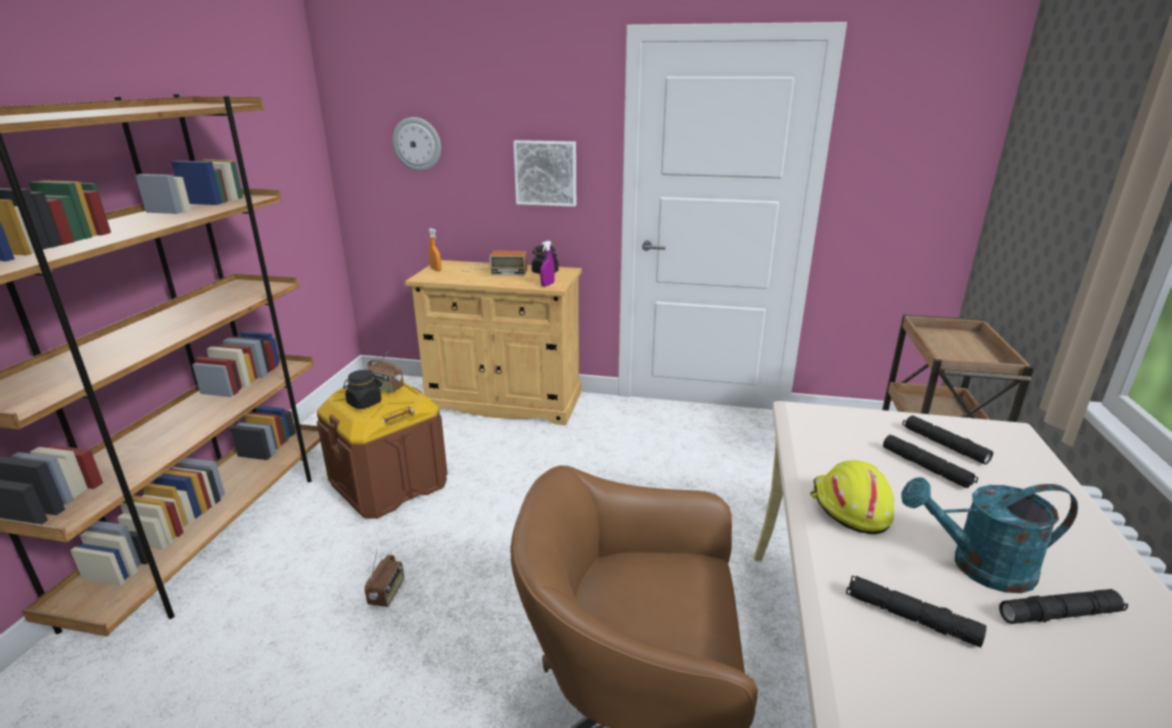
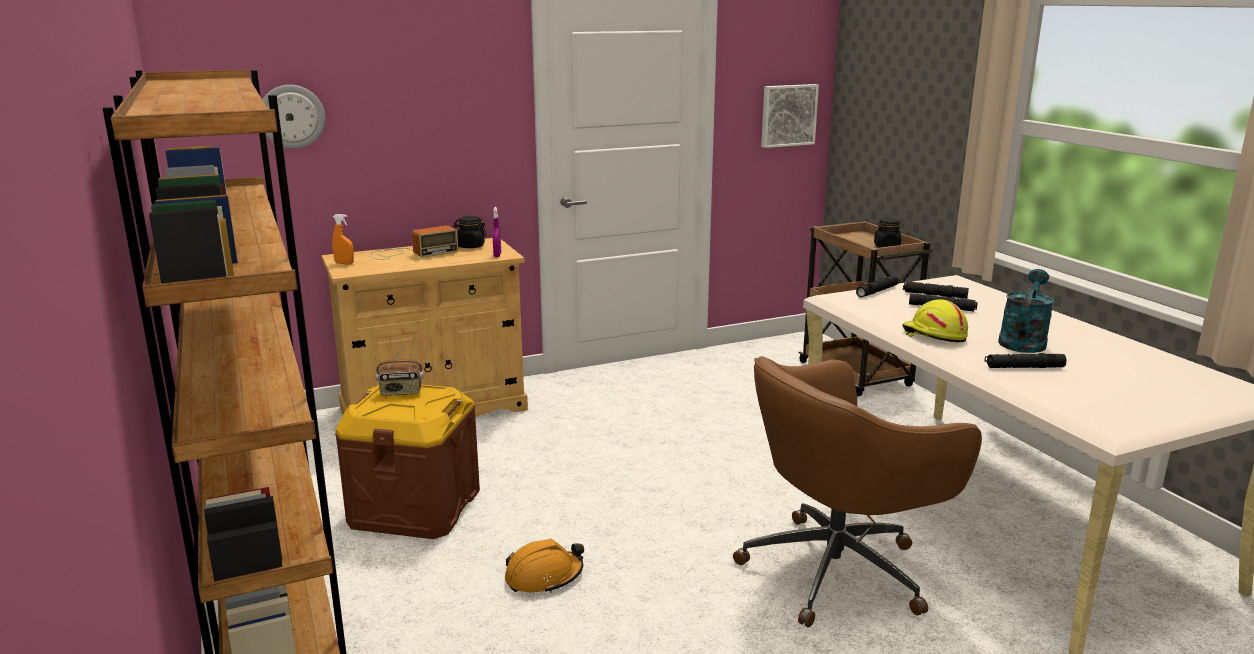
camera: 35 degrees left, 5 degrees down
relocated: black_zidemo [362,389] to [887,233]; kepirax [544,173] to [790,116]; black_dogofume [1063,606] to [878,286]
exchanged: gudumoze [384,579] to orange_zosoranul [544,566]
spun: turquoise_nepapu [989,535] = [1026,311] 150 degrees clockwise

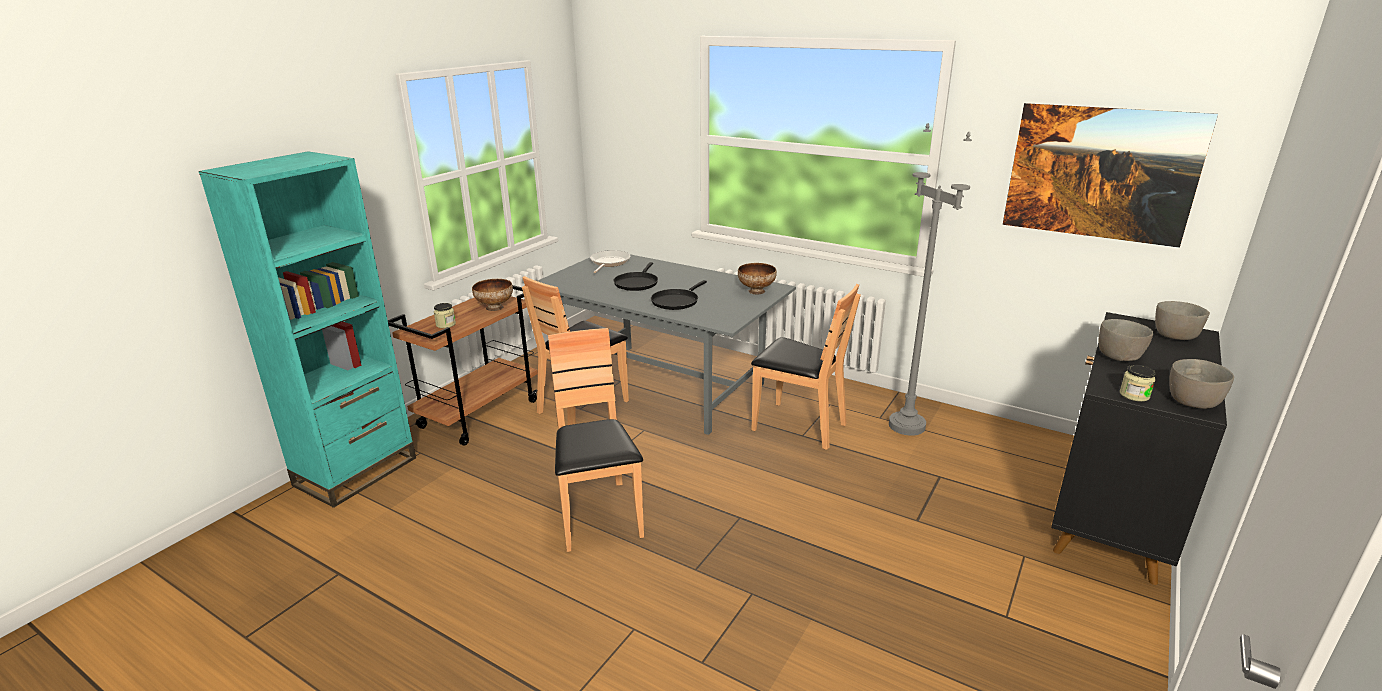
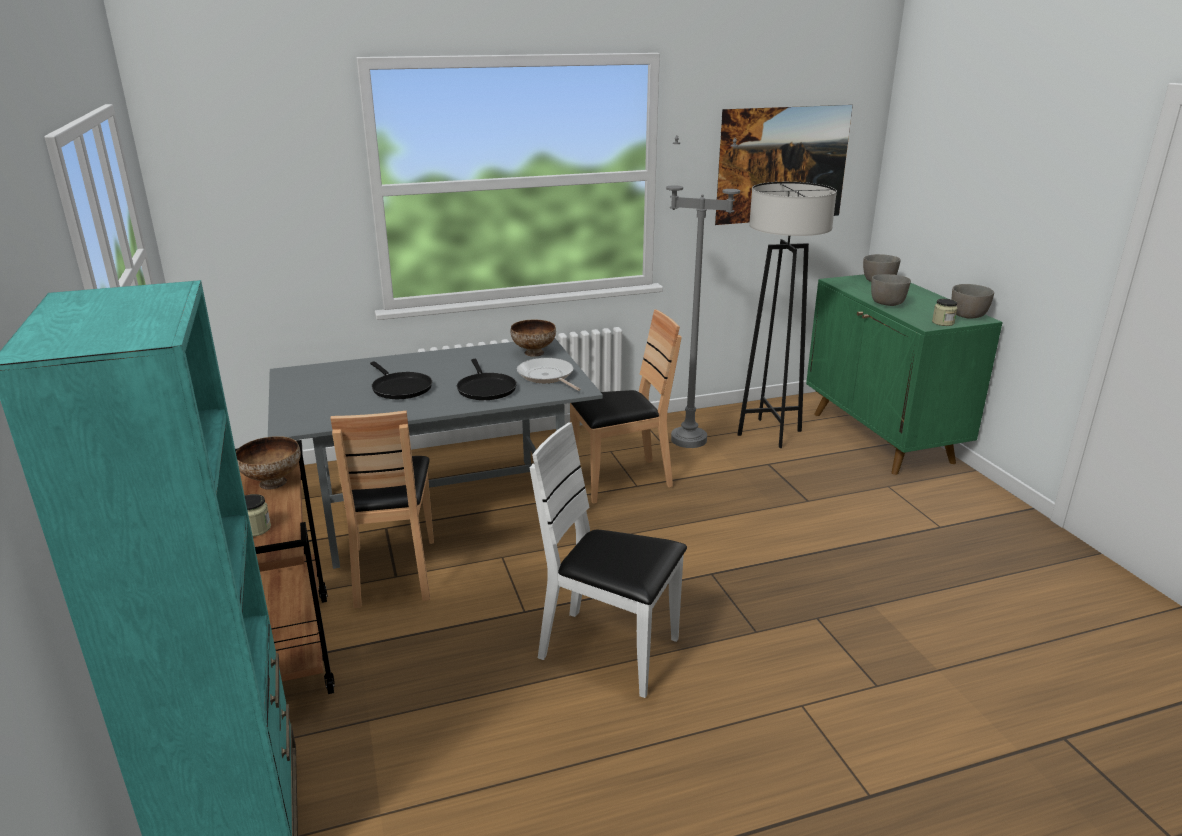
camera: 50 degrees left, 0 degrees up
appeared: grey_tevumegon [787,315]
relocated: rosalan [610,261] to [549,374]
colour: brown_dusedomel [596,440] to white_dusedomel [608,560]; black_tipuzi [1139,448] to green_tipuzi [904,374]

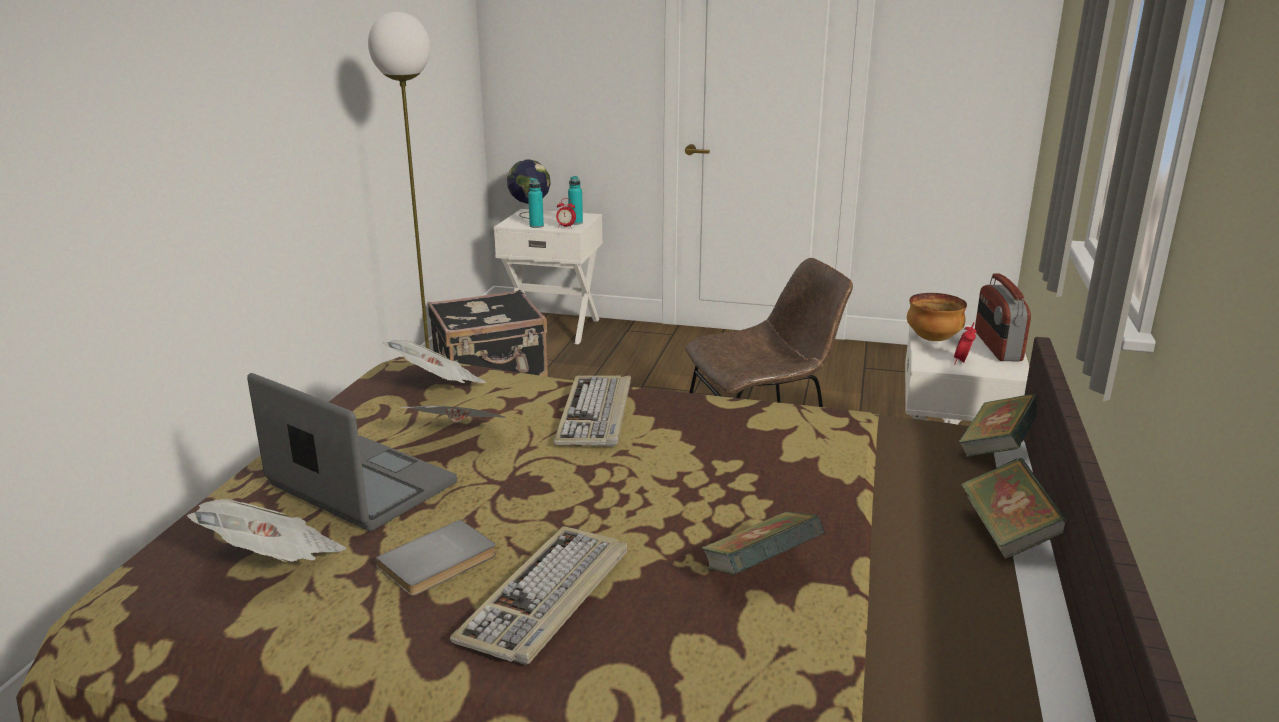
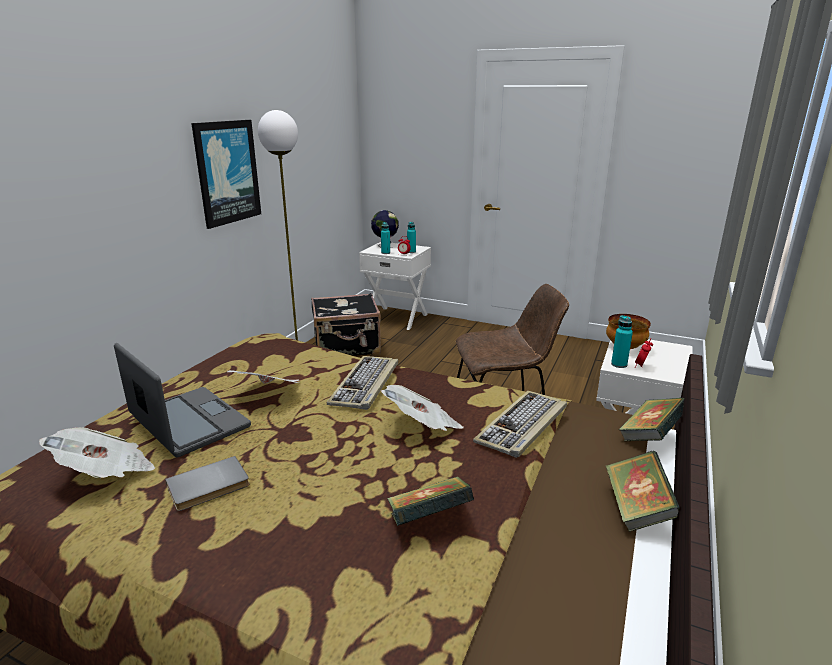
camera: 10 degrees right, 0 degrees up
missing: gudumoze [1003,317]
appeared: kepirax [226,174]; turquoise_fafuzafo [622,341]
relocated: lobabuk [435,361] to [422,408]; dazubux [539,595] to [520,424]

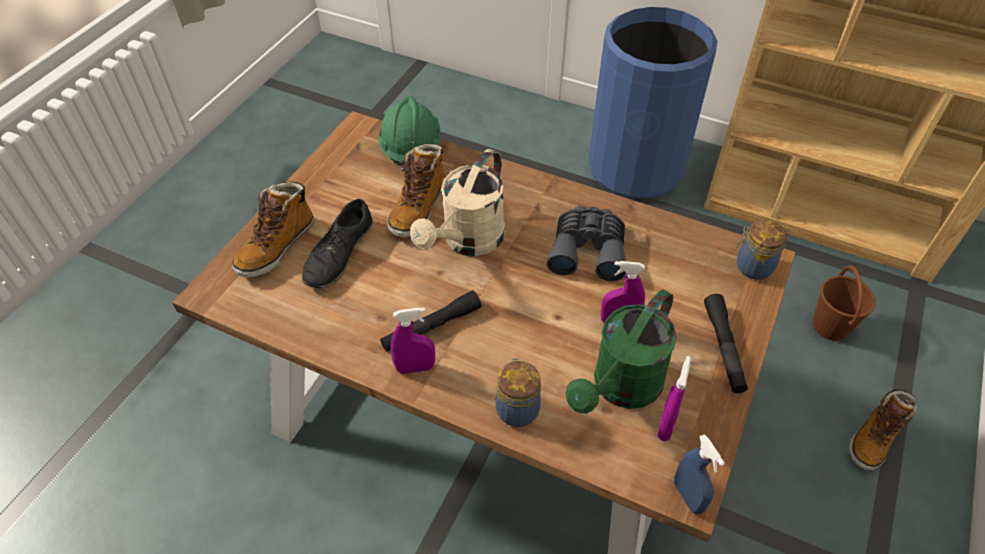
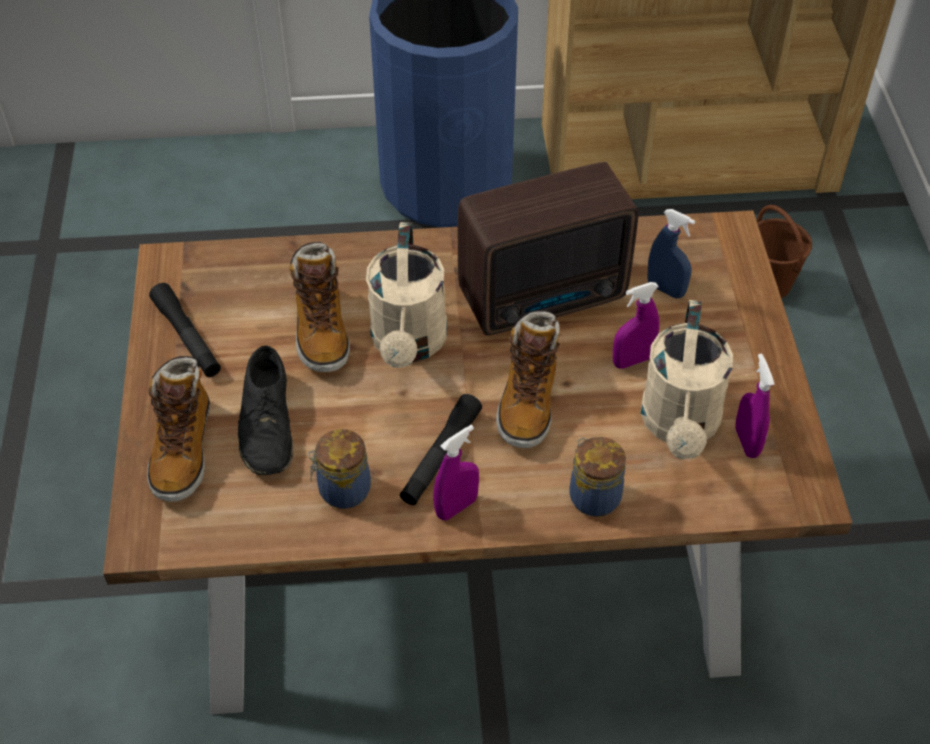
camera: 30 degrees left, 0 degrees up
missing: green_zosoranul [410,133]
relocated: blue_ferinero [699,474] to [671,254]; black_dogofume [726,343] to [185,330]; zidemo [761,250] to [339,469]; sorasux [883,430] to [528,379]
exchanged: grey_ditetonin [586,243] to gudumoze [548,248]
colour: green_nepapu [621,352] to beige_nepapu [687,379]

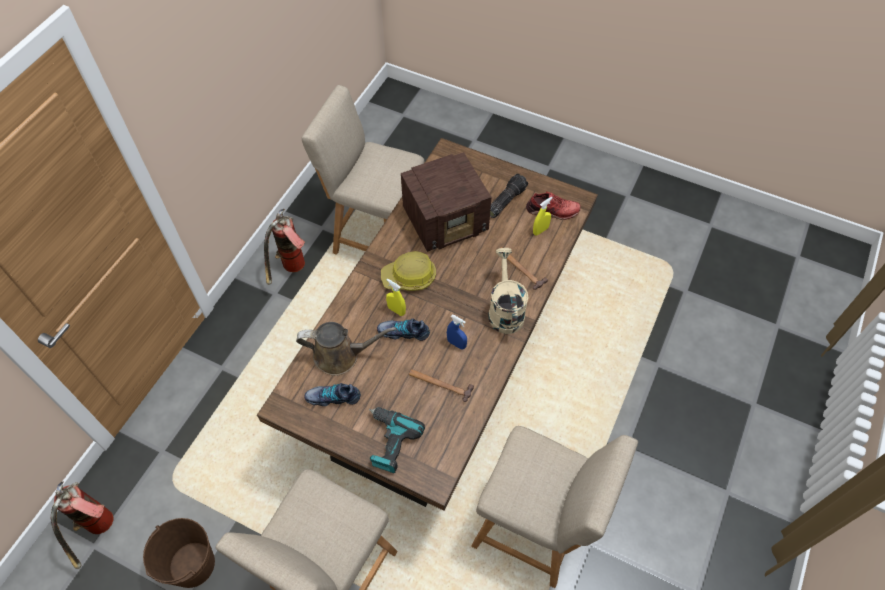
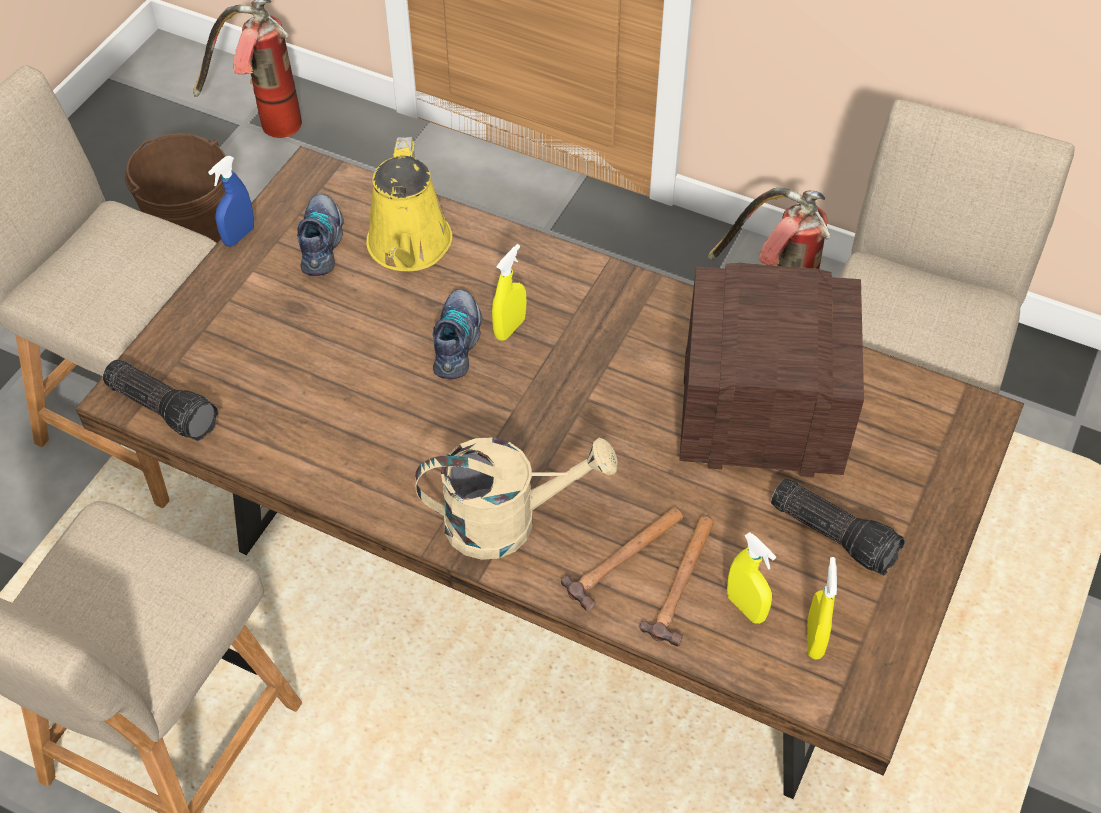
camera: 90 degrees right, 5 degrees down
missing: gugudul [397,440]; zosoranul [408,271]
appeared: dogofume [160,400]
relocated: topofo [441,385] to [676,581]; blue_ferinero [457,332] to [231,201]
exchanged: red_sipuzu [553,206] to yellow_ferinero [822,608]
colour: brown_nepapu [346,349] to yellow_nepapu [409,204]
spun: gudumoze [446,202] = [771,370] 120 degrees clockwise

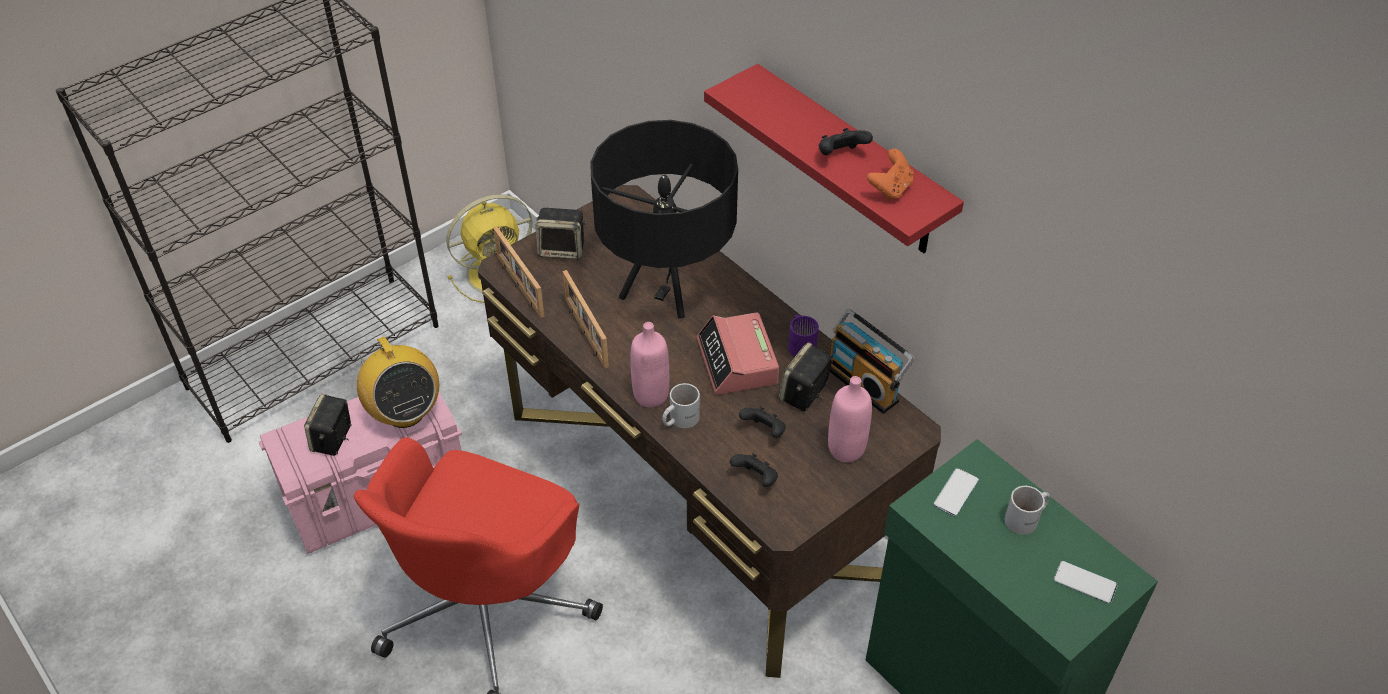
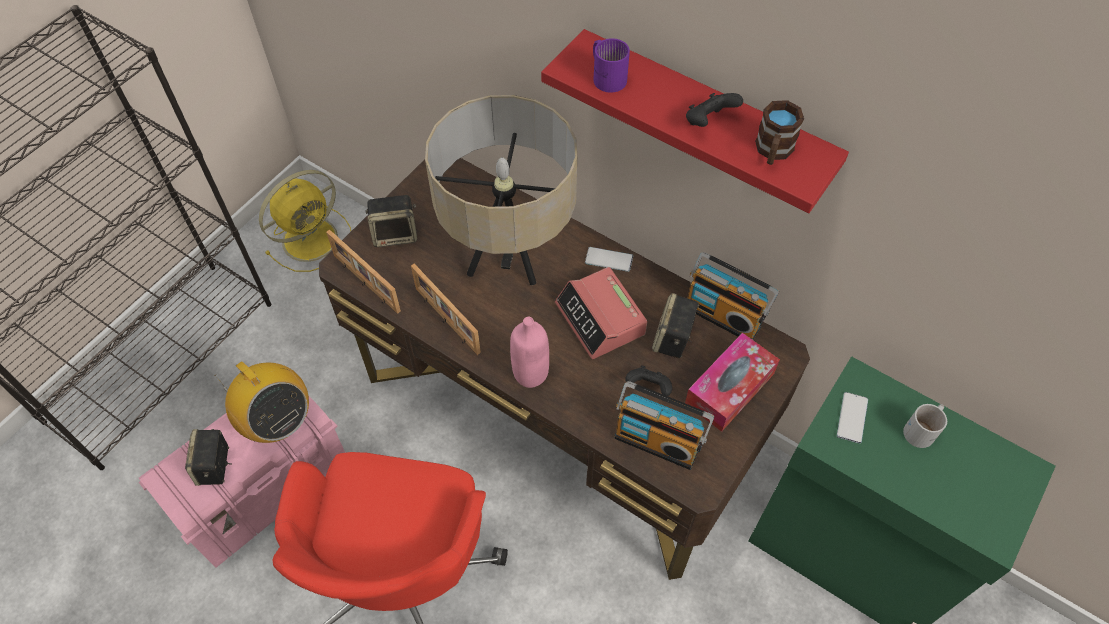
camera: 15 degrees left, 10 degrees up
missing: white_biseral [681,405]
relocated: purple_biseral [803,336] to [611,65]; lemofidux [1086,582] to [609,259]
exchanged: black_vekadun [754,470] to gudumoze [664,425]; pink_fafuzafo [850,419] to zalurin [732,382]; orange_vekadun [890,175] to brown_biseral [779,132]
colour: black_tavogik [664,219] to beige_tavogik [501,190]

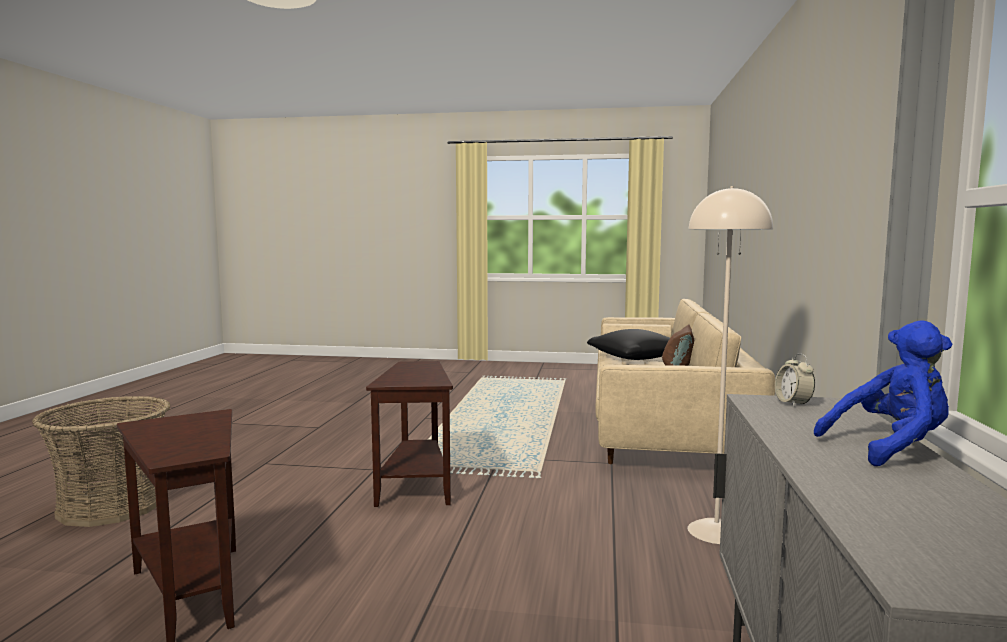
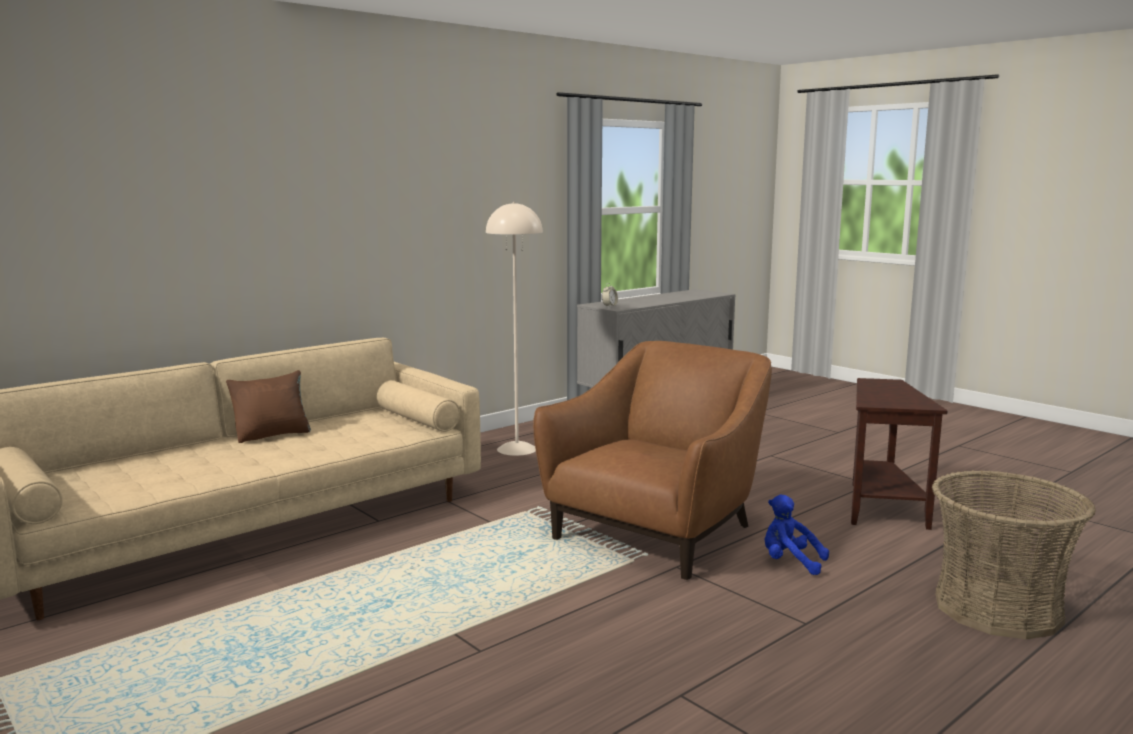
camera: 140 degrees left, 5 degrees up
missing: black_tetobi [628,344]
relocated: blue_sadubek [883,393] to [796,535]
exchanged: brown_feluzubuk [409,434] to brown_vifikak [652,460]

